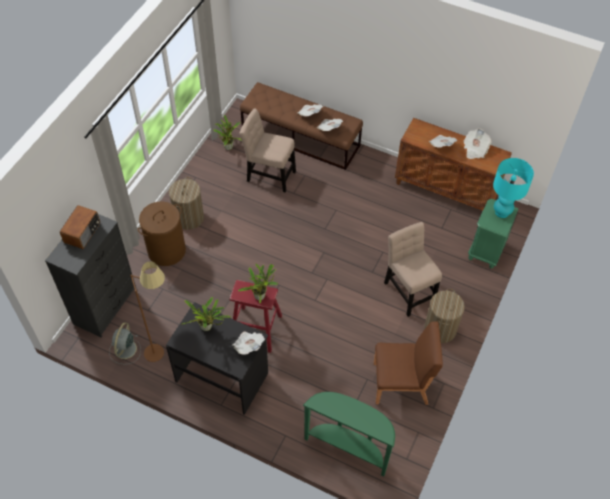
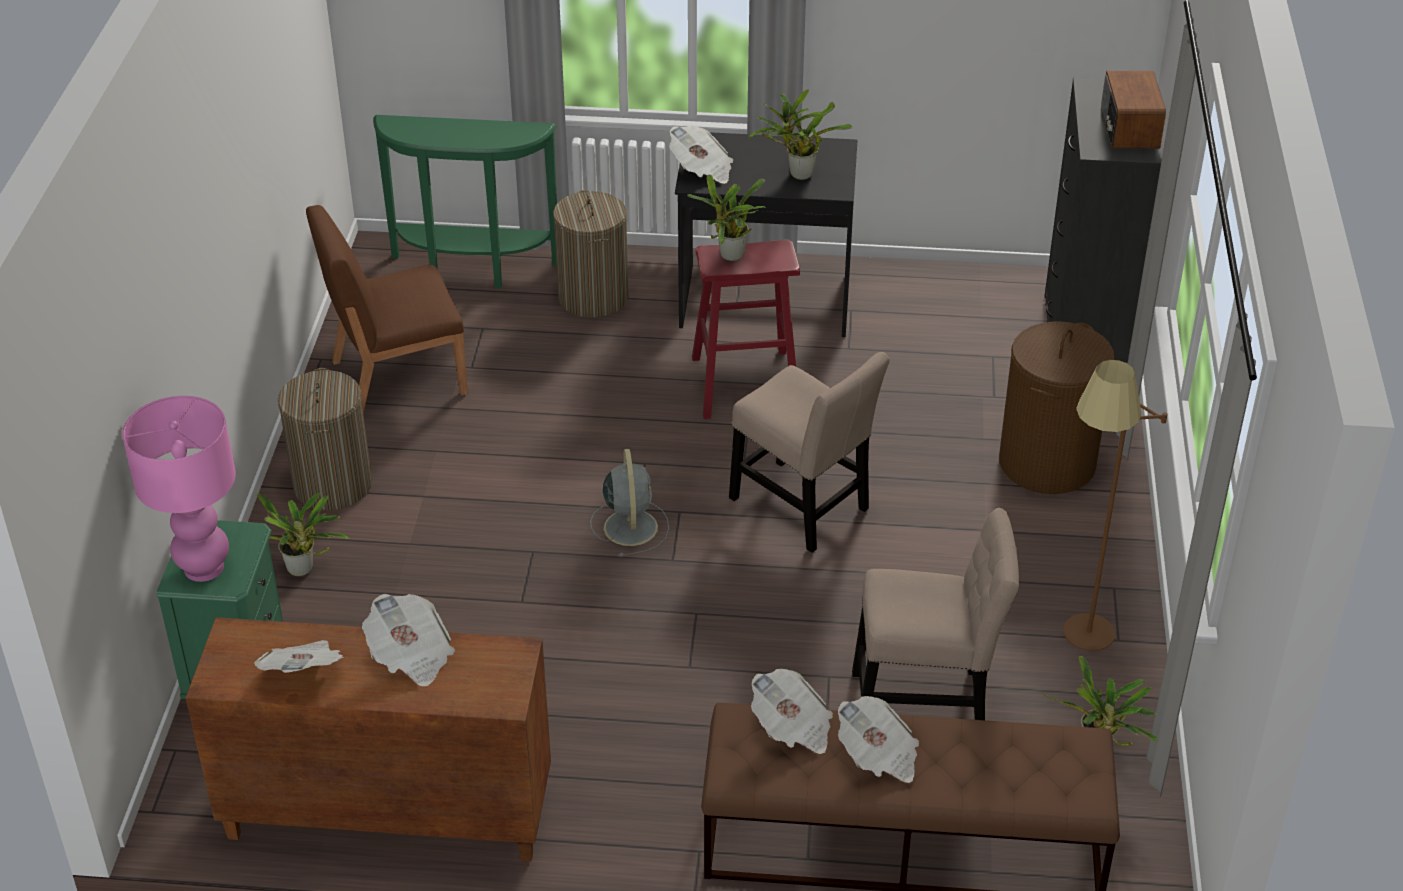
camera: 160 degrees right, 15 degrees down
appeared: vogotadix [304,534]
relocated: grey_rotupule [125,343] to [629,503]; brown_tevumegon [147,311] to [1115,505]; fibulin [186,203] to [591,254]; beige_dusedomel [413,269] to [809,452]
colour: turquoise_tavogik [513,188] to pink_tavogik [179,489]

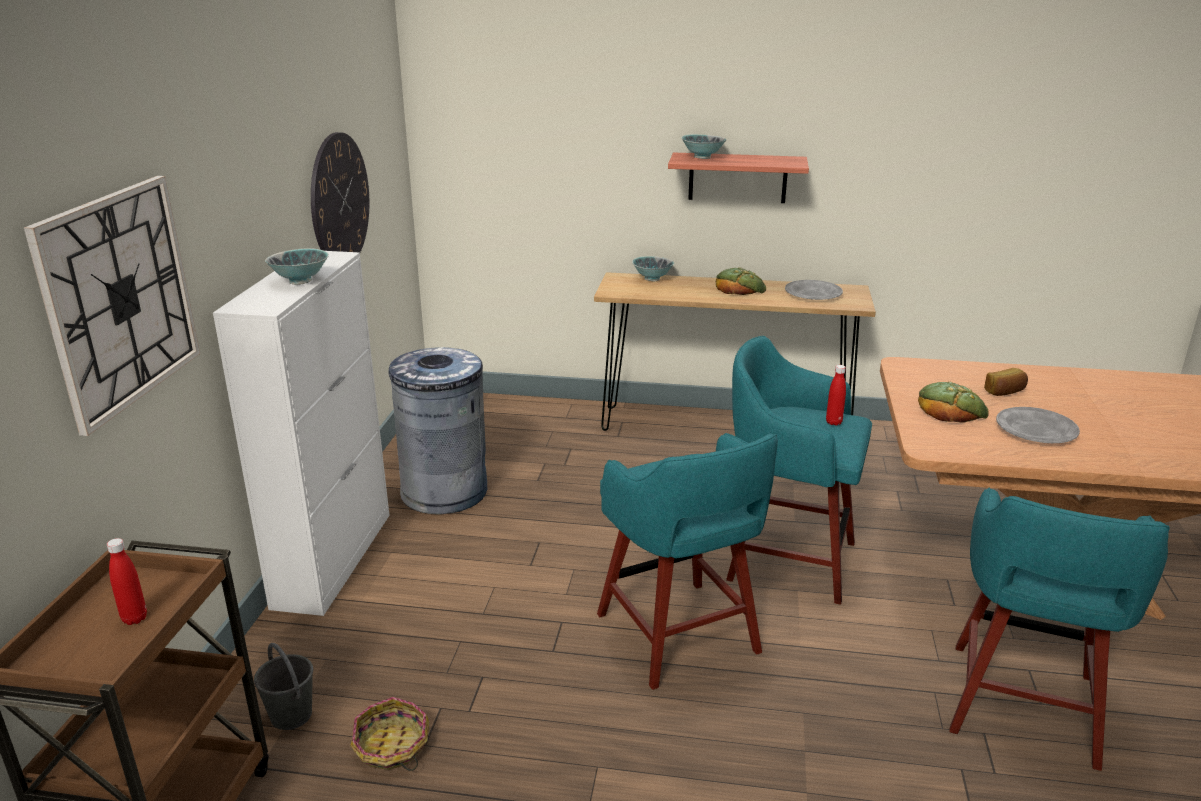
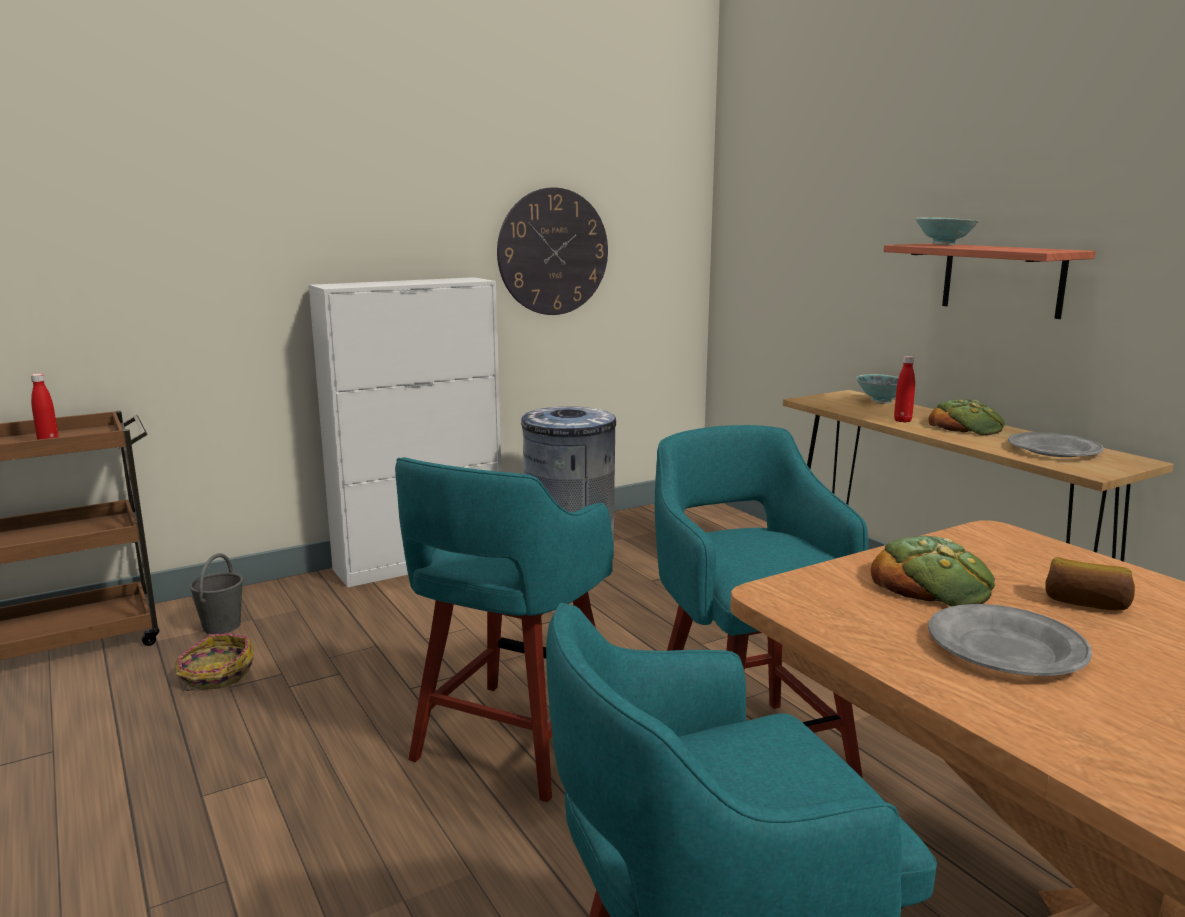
camera: 50 degrees right, 10 degrees down
missing: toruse [112,306]; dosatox [297,266]
relocated: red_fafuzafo [836,395] to [904,389]

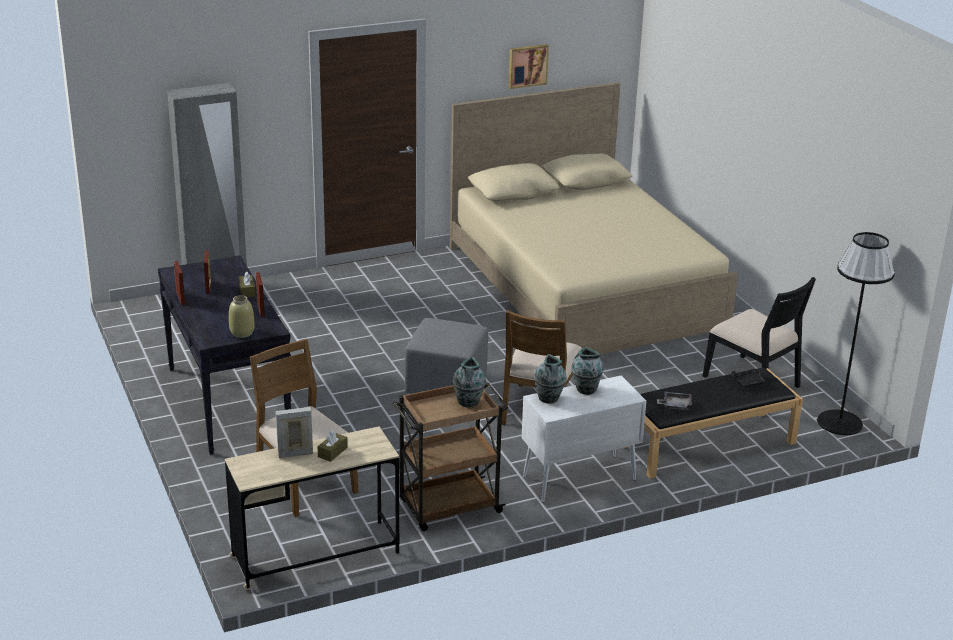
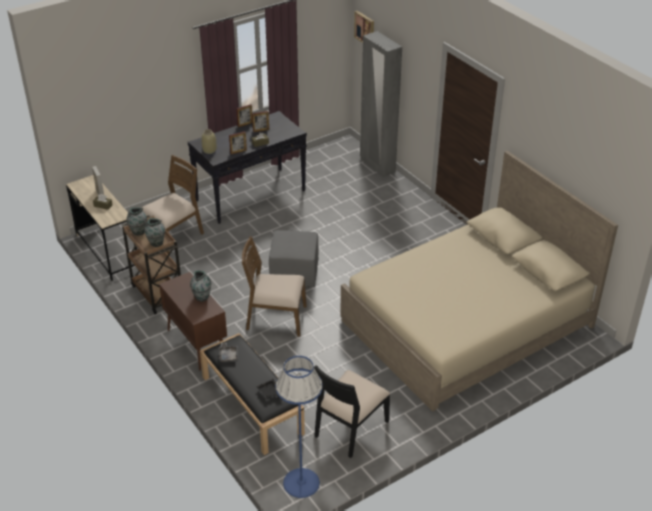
camera: 80 degrees right, 10 degrees up
relocated: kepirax [529,66] to [364,27]; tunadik [550,378] to [137,221]
colour: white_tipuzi [584,438] to brown_tipuzi [193,321]; black_tevumegon [856,333] to blue_tevumegon [299,427]

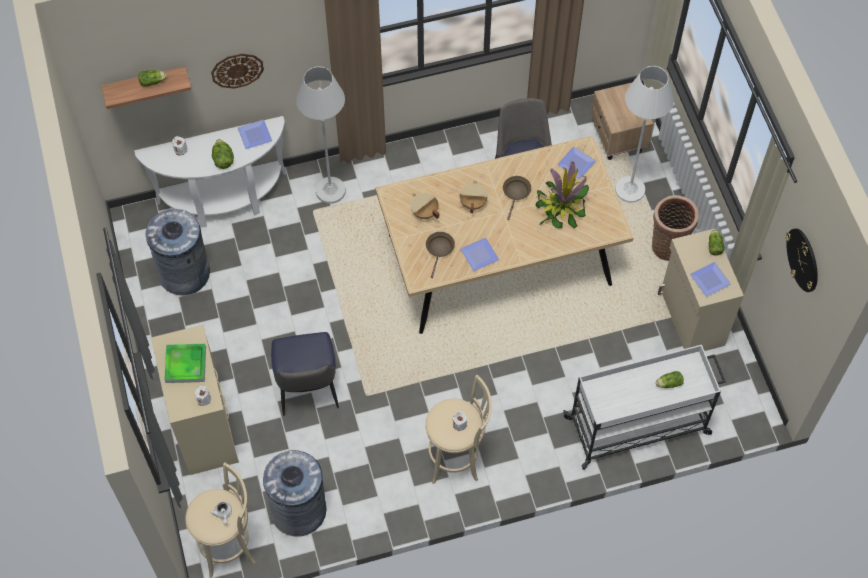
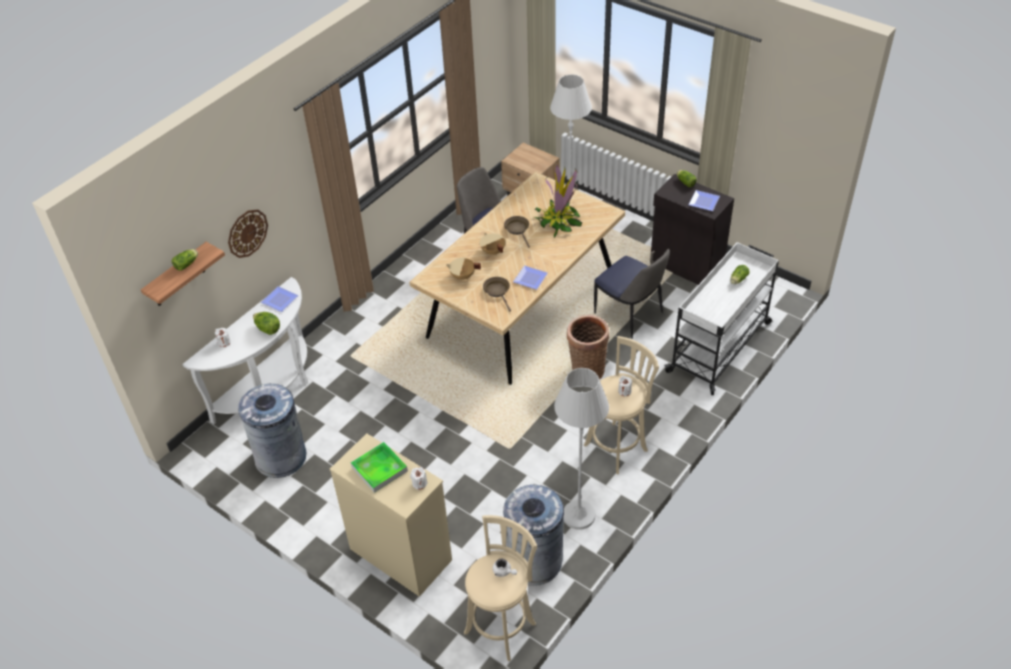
camera: 35 degrees left, 15 degrees down
missing: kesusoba [576,162]; toruse [802,260]
relocated: dusedomel [305,374] to [632,294]; white_tevumegon [321,135] to [581,449]; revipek [675,228] to [588,347]
colour: beige_tipuzi [701,290] to black_tipuzi [692,229]

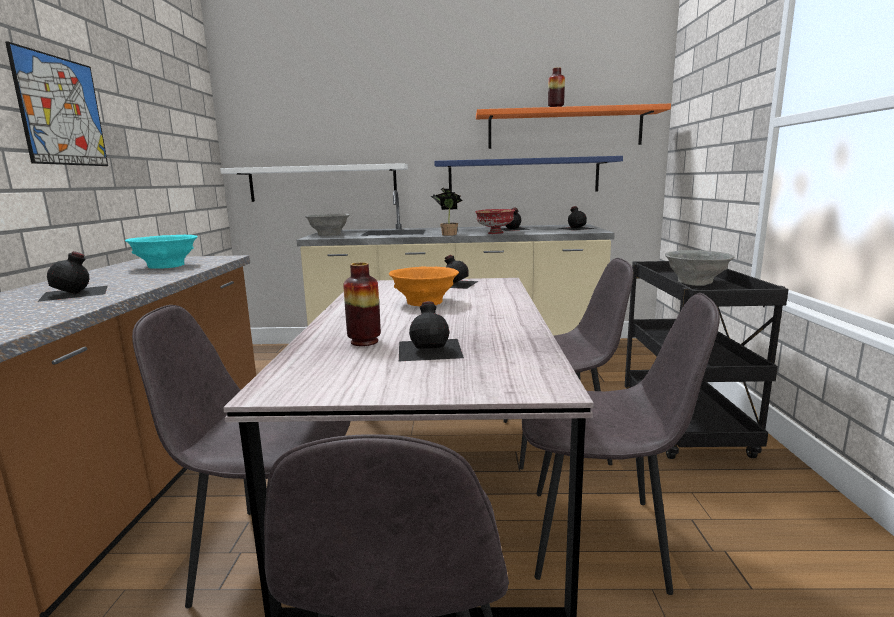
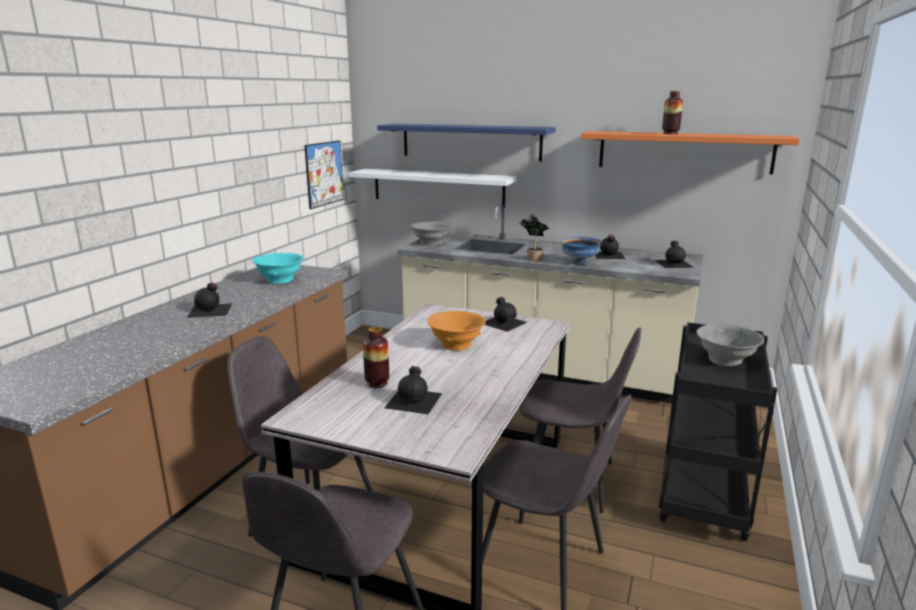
camera: 20 degrees right, 5 degrees up
relocated: kepirax [56,103] to [324,174]; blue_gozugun [528,174] to [466,142]
colour: red_dosatox [495,221] to blue_dosatox [581,251]

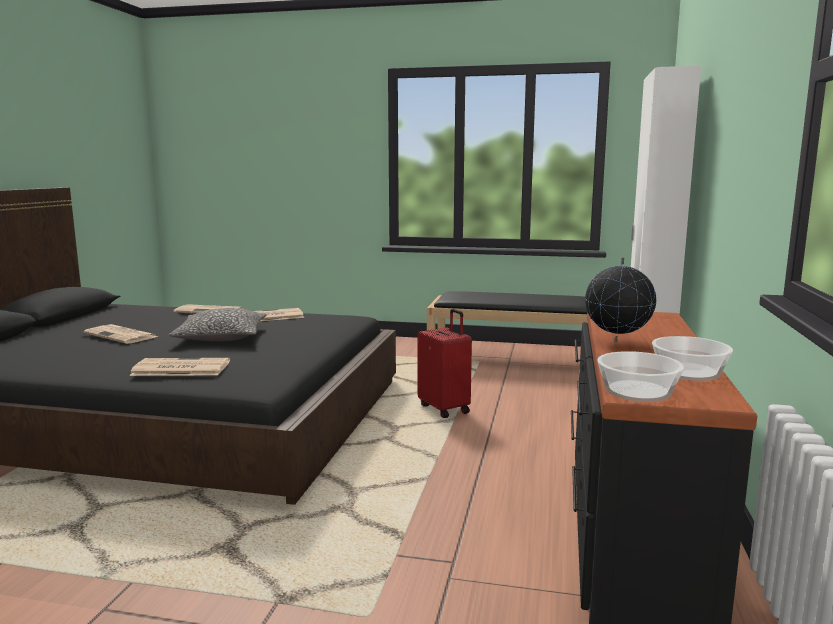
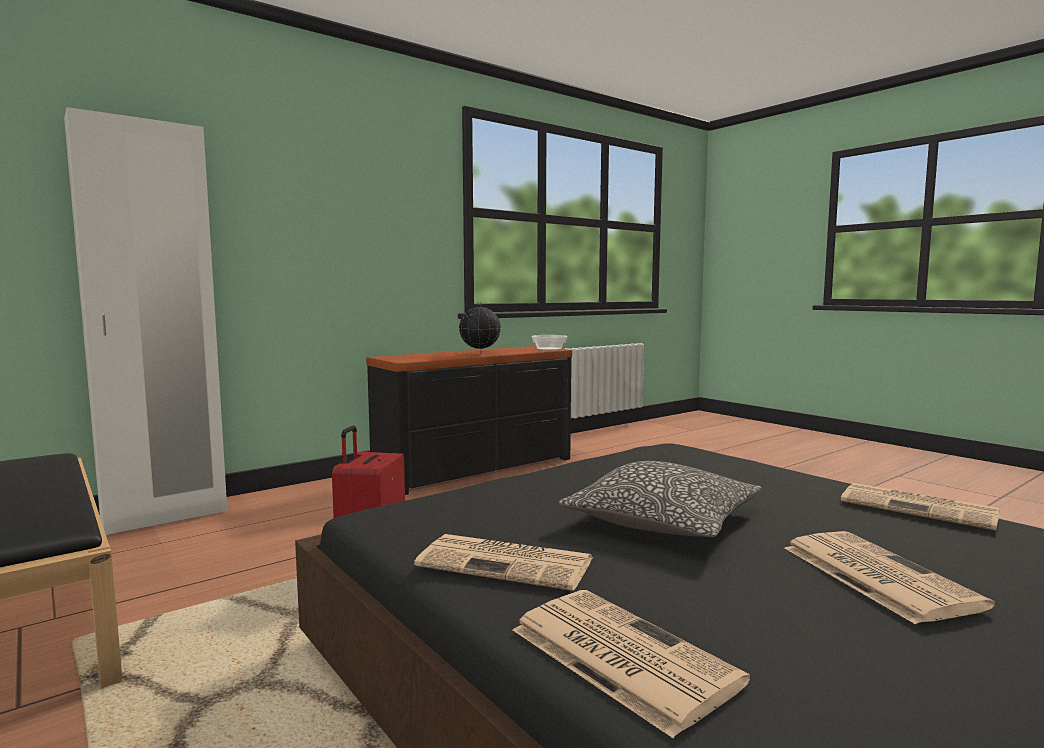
camera: 140 degrees left, 5 degrees down
missing: dosatox [692,358]
relocated: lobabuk [180,367] to [920,507]

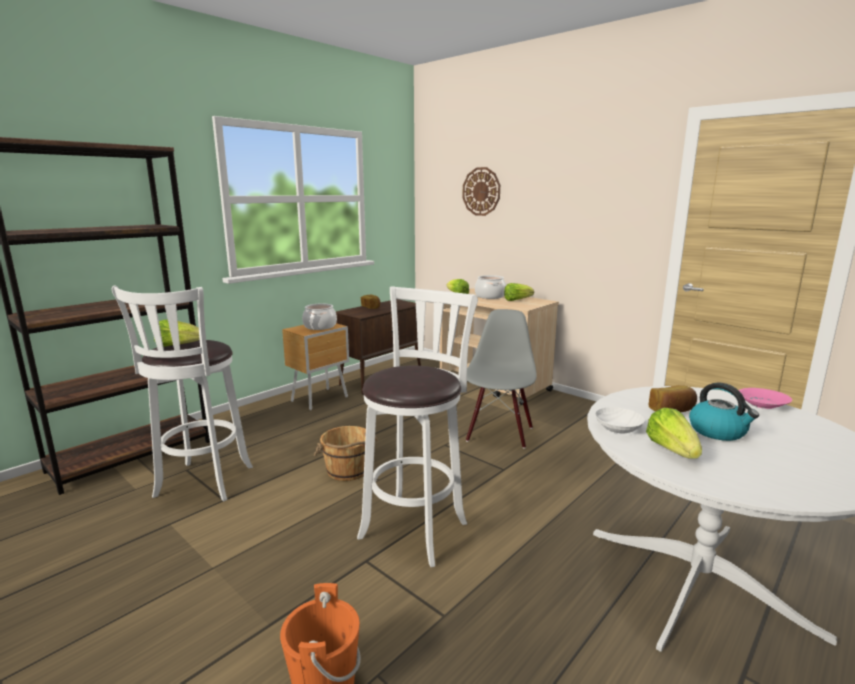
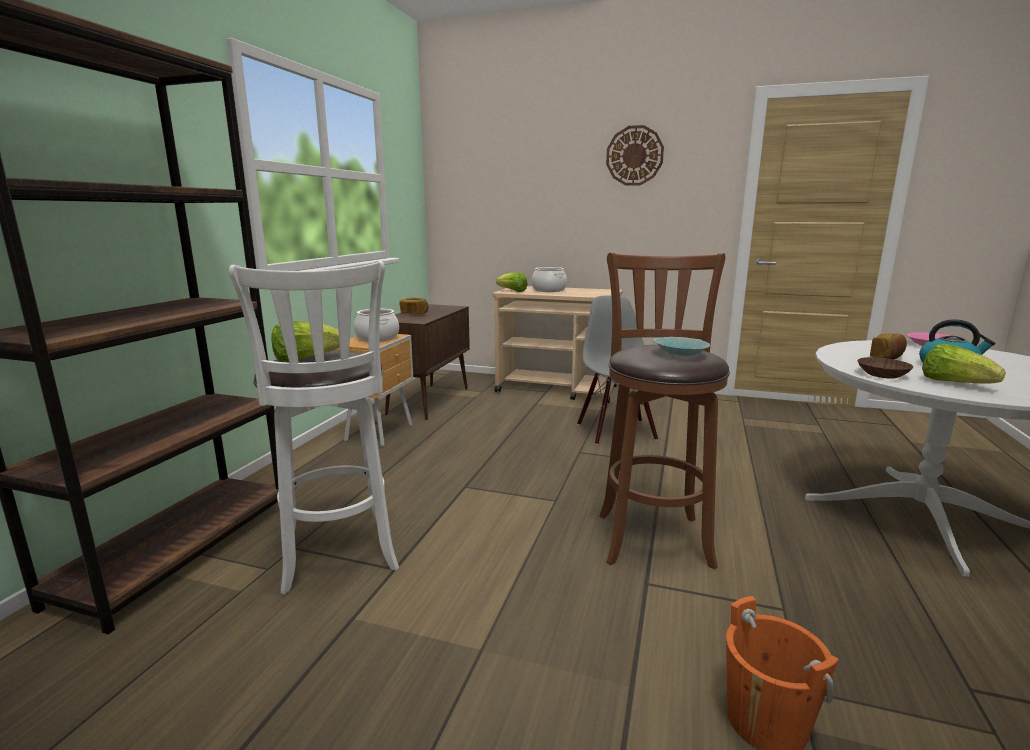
camera: 25 degrees left, 0 degrees up
missing: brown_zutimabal [346,453]; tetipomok [519,292]
appeared: turquoise_dosatox [681,347]
relocated: toruse [481,191] to [635,155]
colour: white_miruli [417,426] to brown_miruli [664,411]; white_dosatox [620,420] to brown_dosatox [885,367]

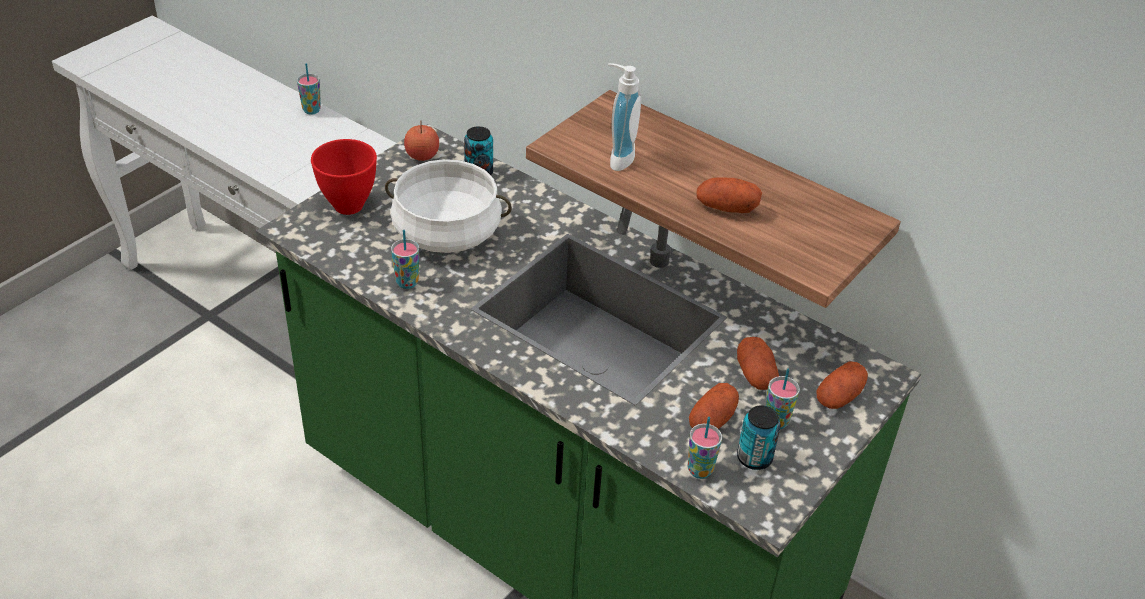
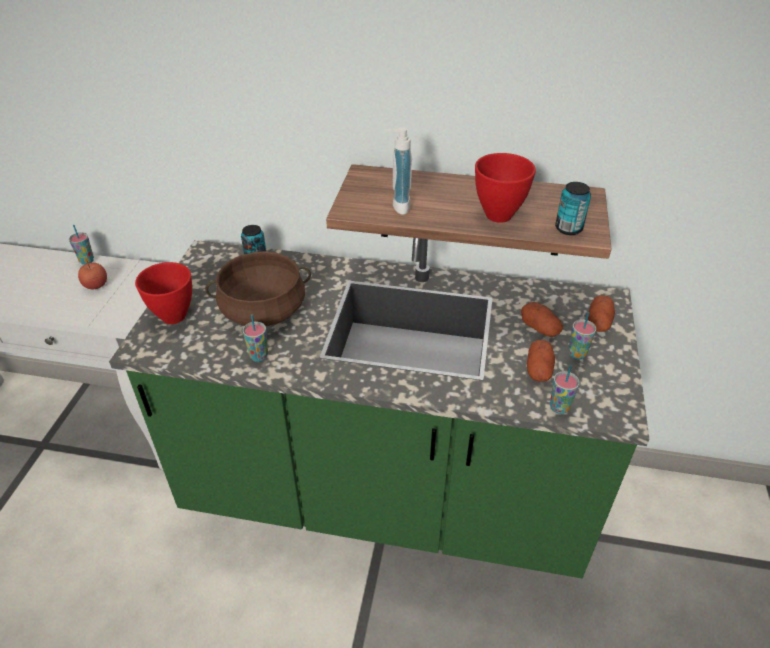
camera: 25 degrees left, 0 degrees up
relocated: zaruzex [421,143] to [92,275]; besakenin [759,437] to [573,208]
exchanged: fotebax [729,195] to red_dosatox [505,188]
colour: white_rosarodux [448,206] to brown_rosarodux [258,288]

